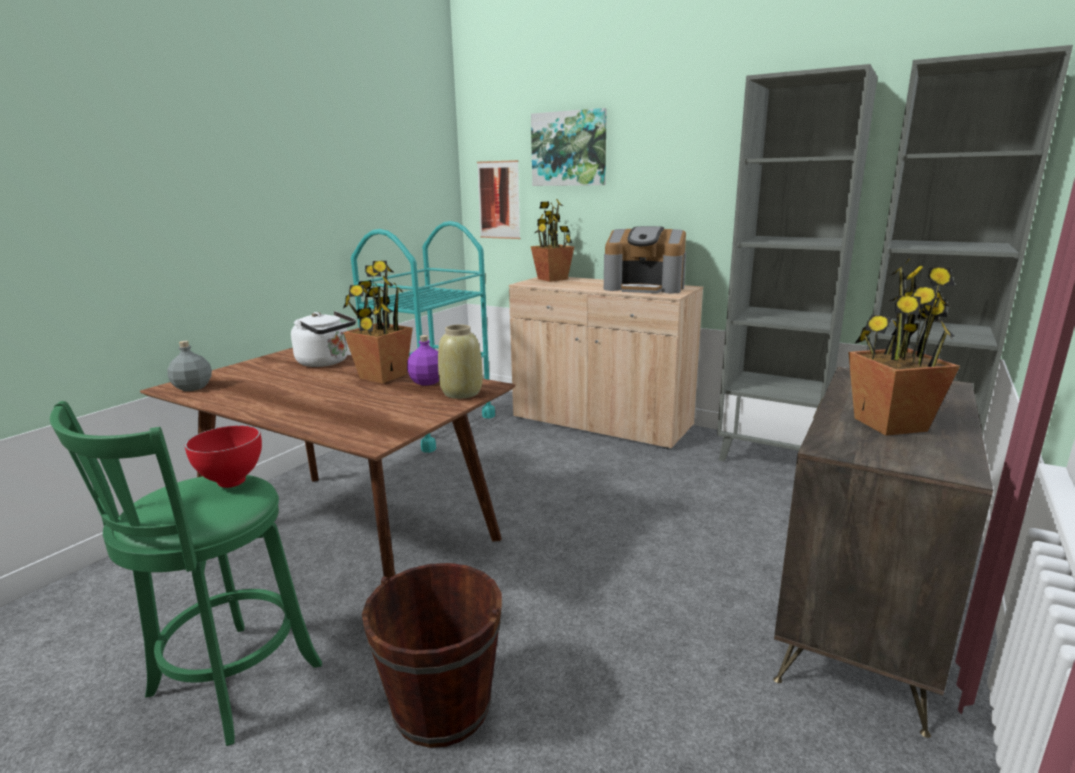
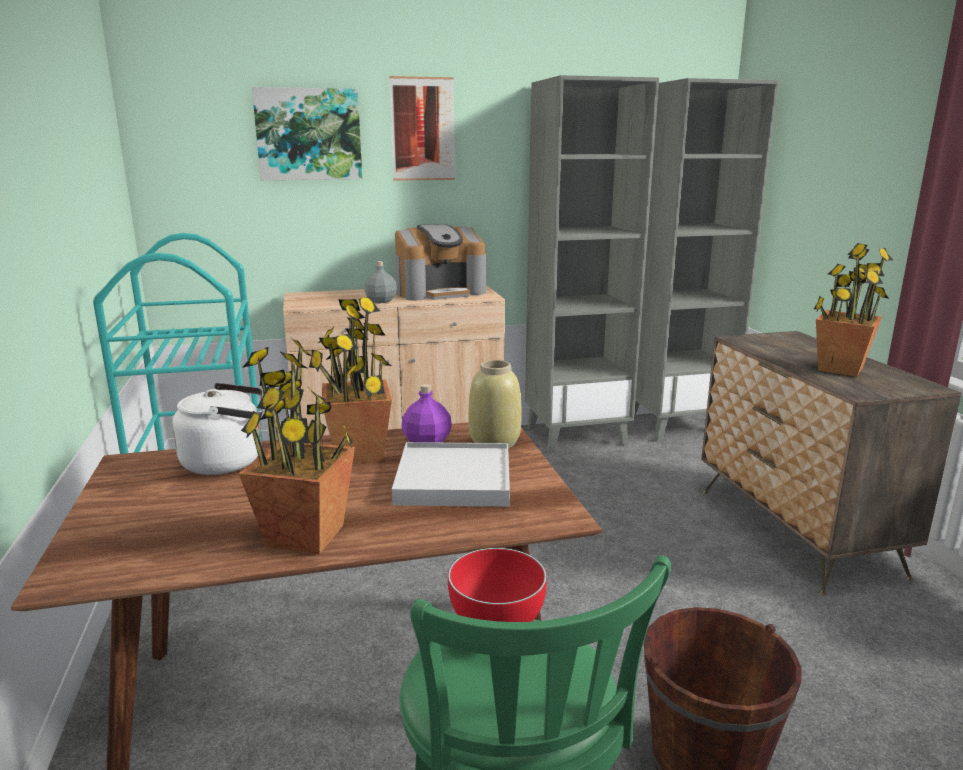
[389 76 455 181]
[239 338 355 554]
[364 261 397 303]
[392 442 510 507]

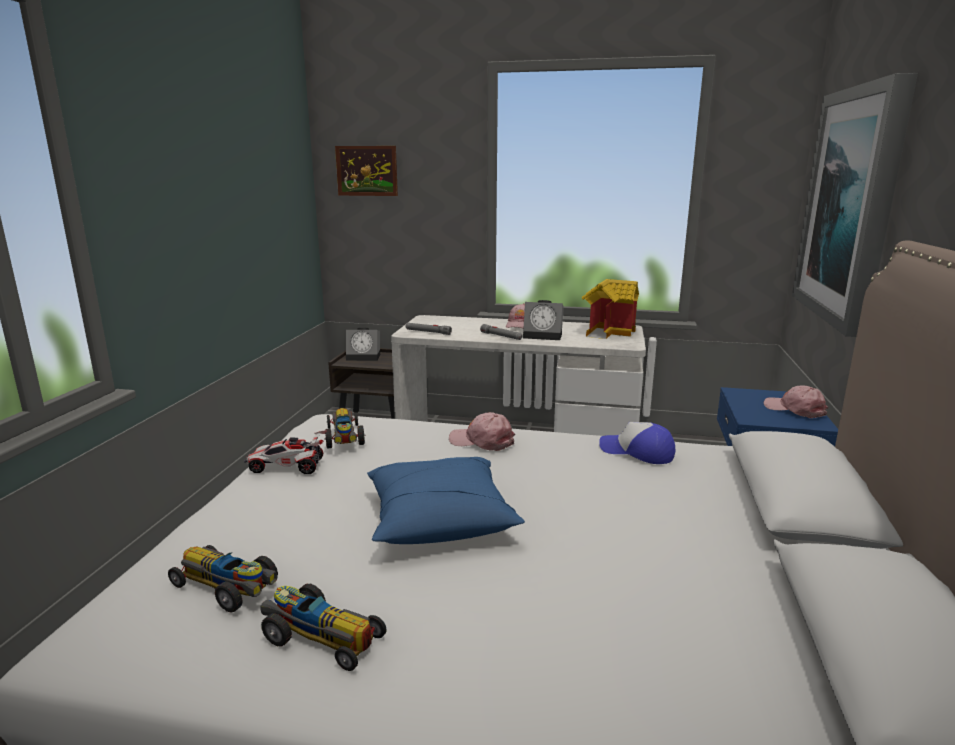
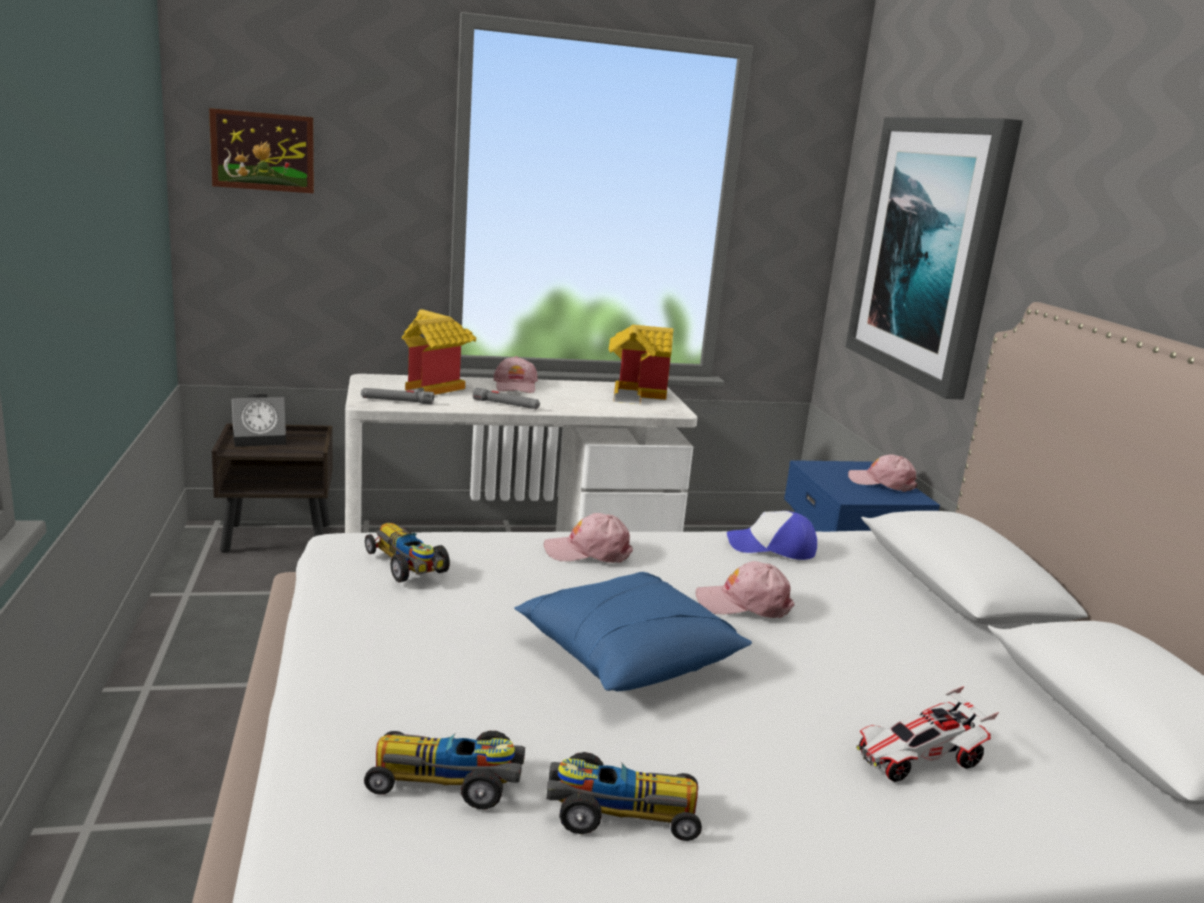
[523 300 563 340] (first image)
[856 686 999 782]
[402 309 476 395]
[695 561 795 618]

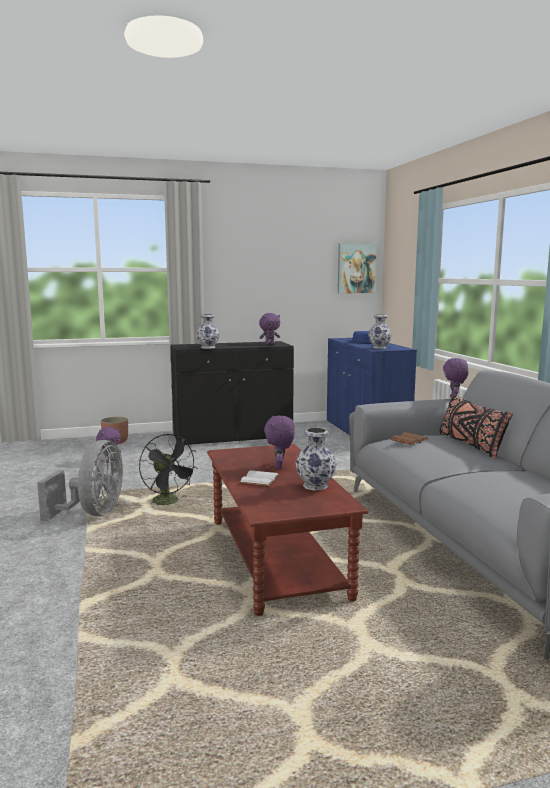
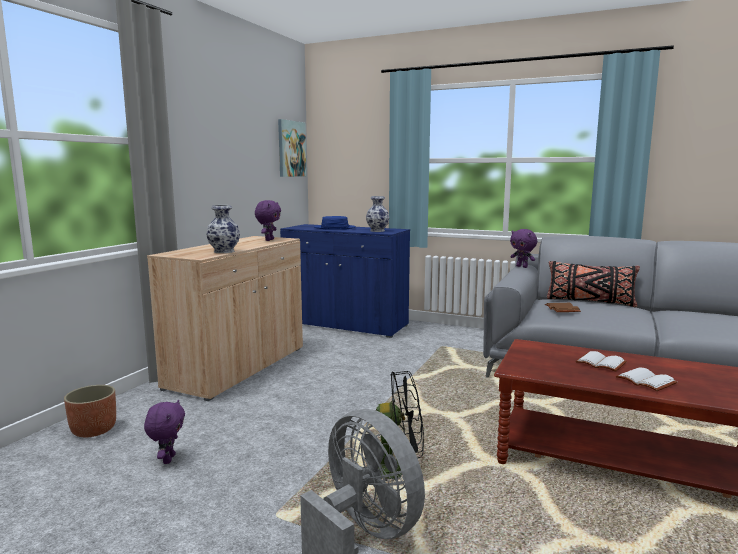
[147 236 303 401]
[575 351 627 372]
[296 428 336 491] (first image)

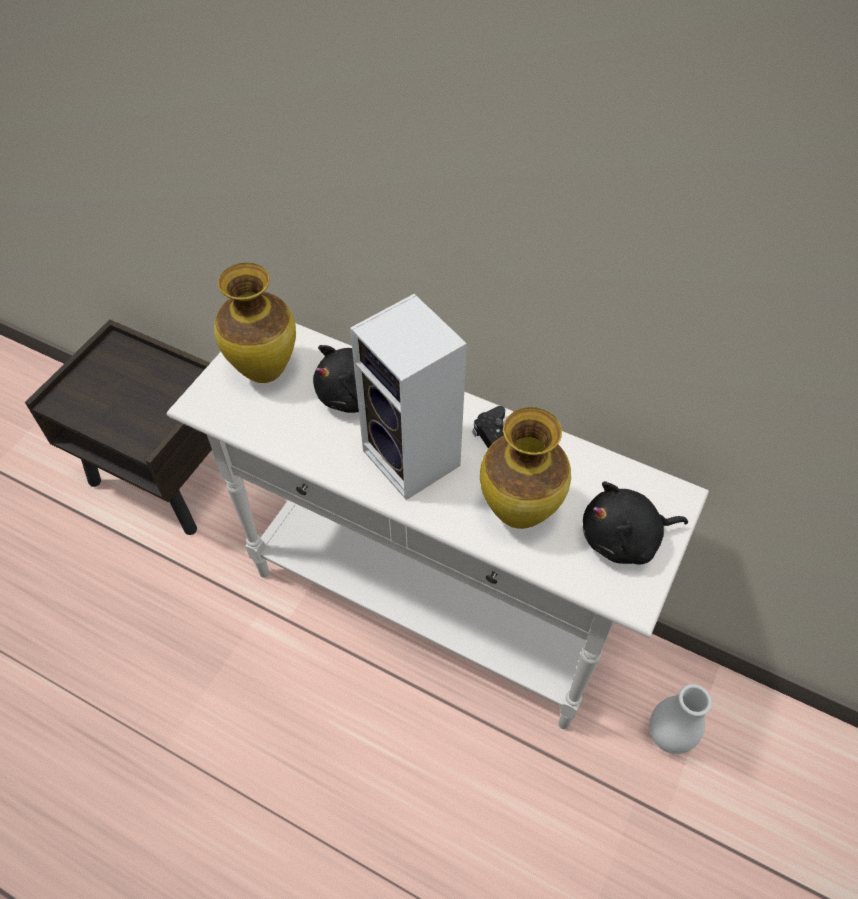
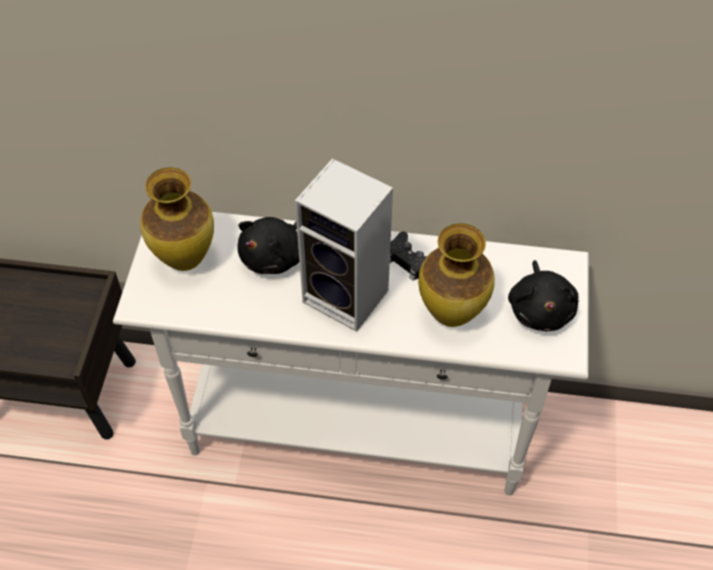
[508 260 579 332]
[649 684 712 754] (first image)

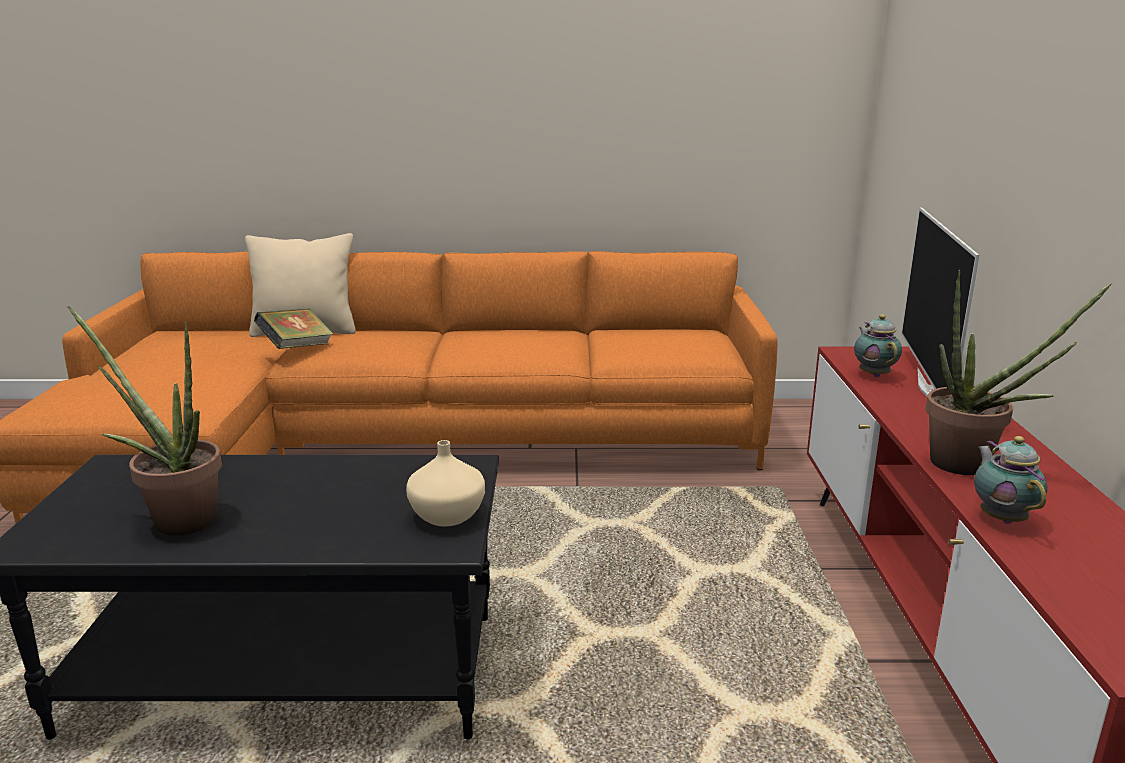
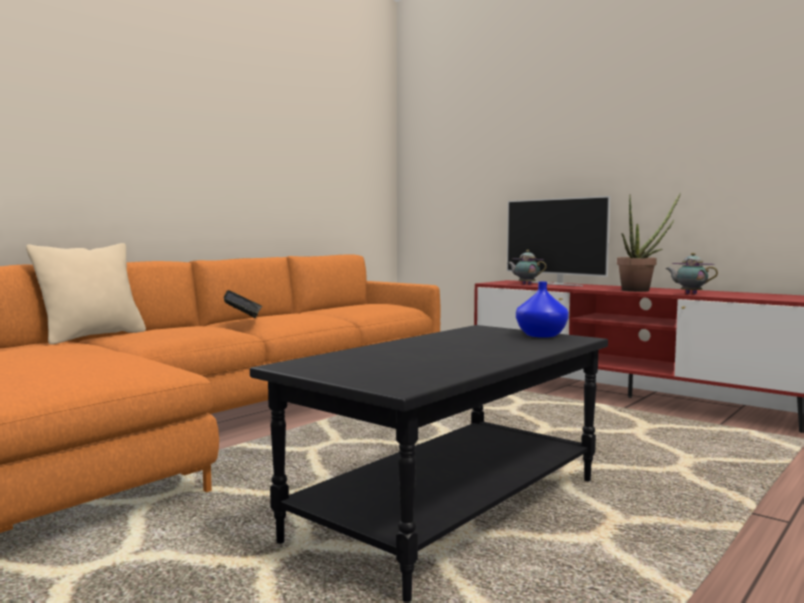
[68 306 222 536] (first image)
[224 290 263 318]
[516 282 569 338]

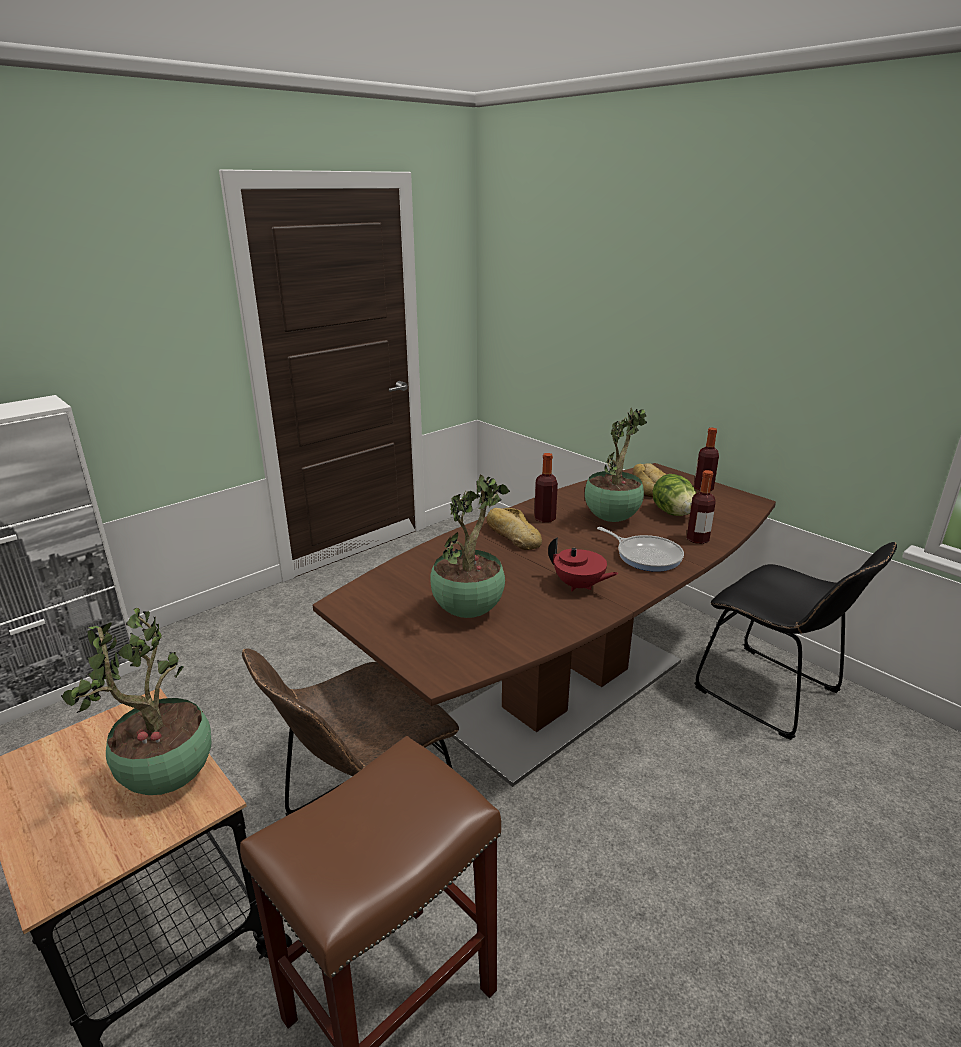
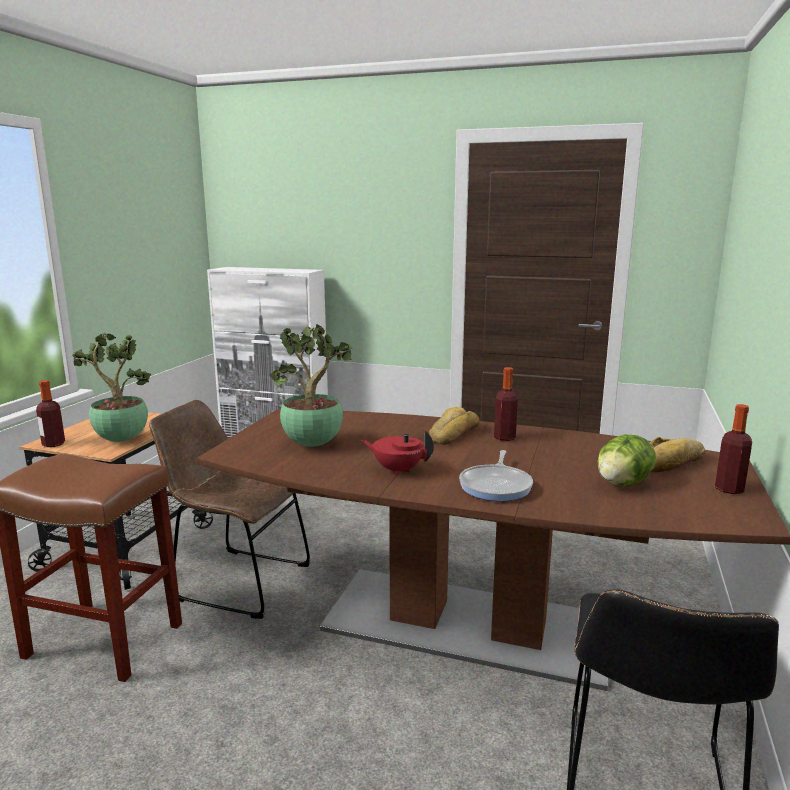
[585 408 647 522] (first image)
[36 380 65 447]
[361 430 434 475]

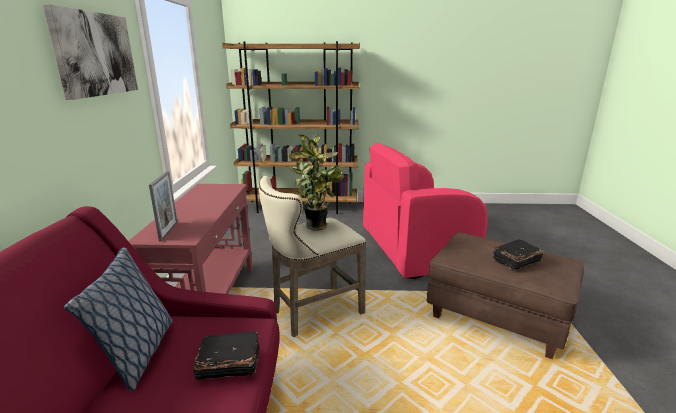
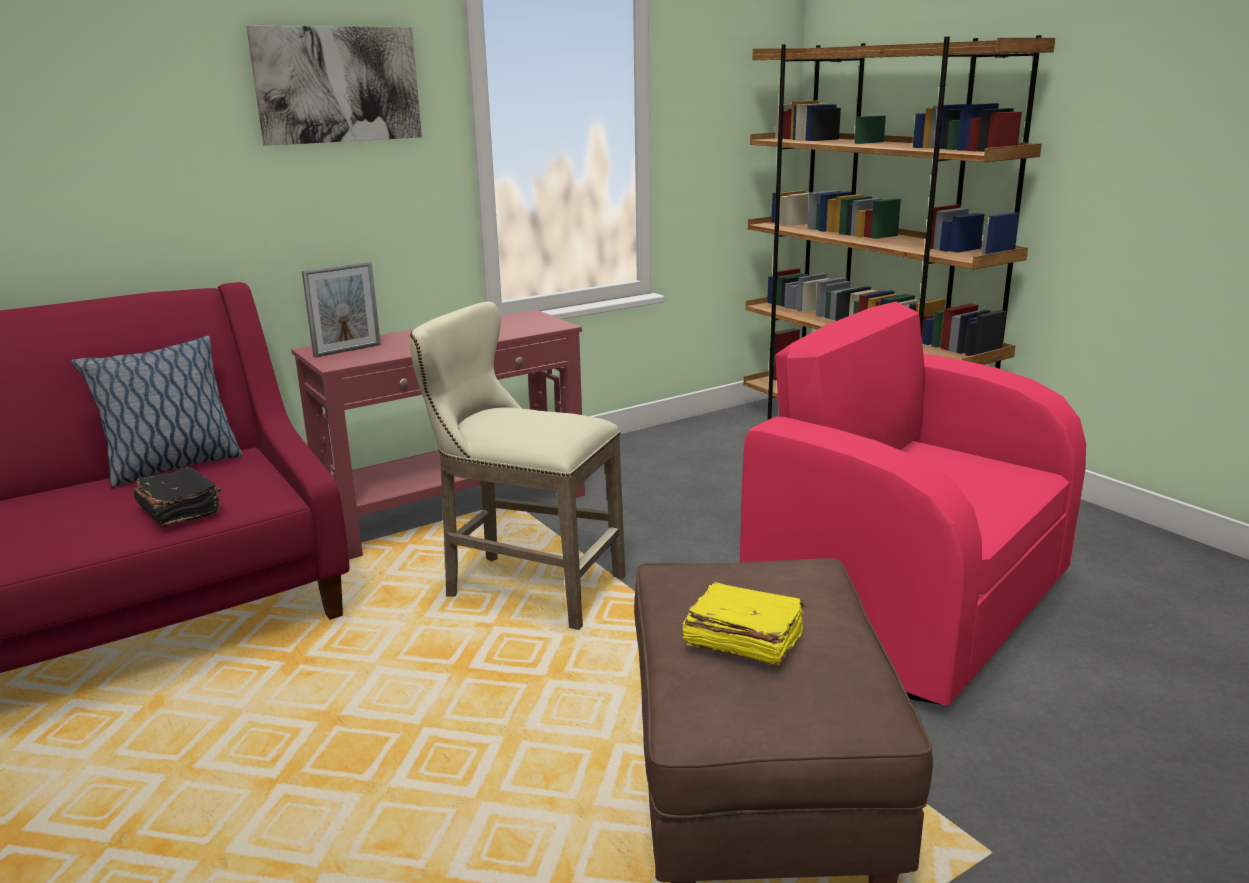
[288 134 344 231] (first image)
[683 582 806 666]

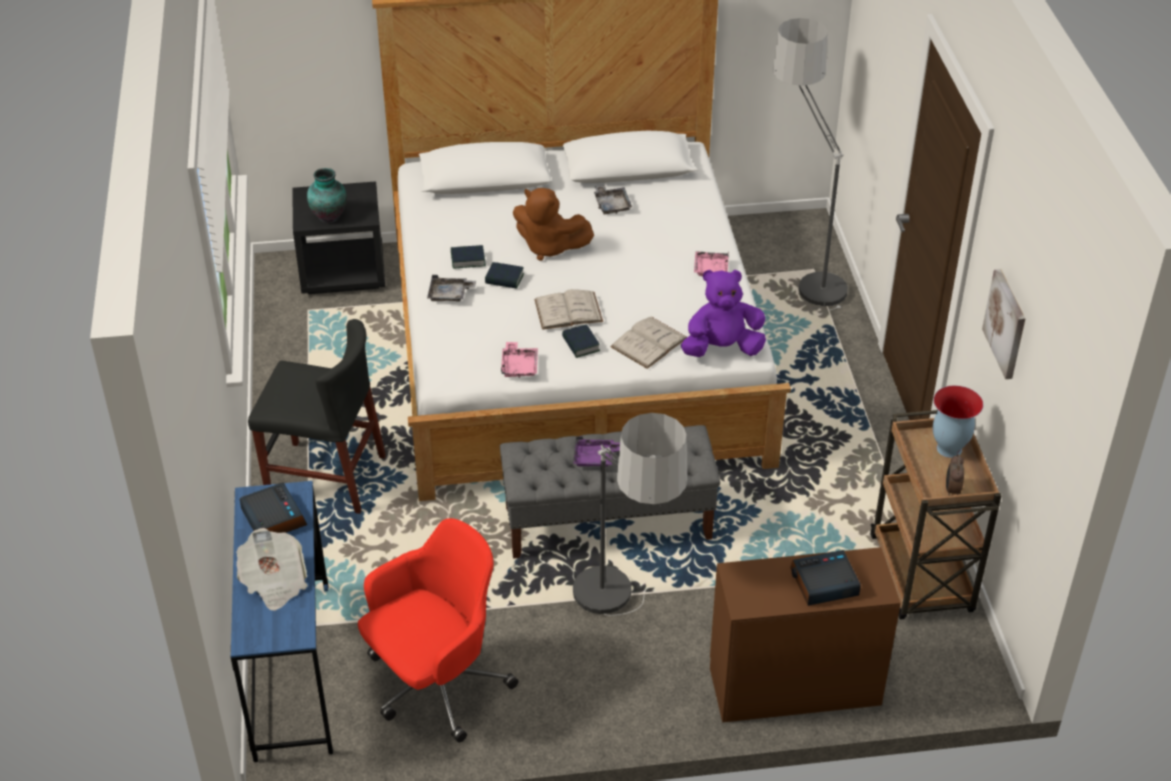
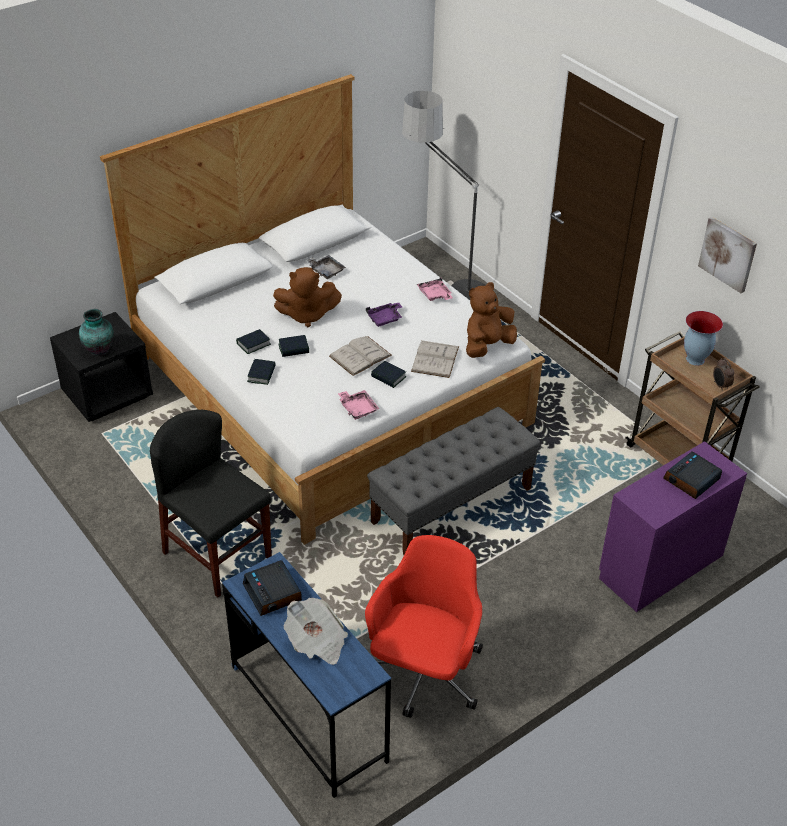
[466 282 517 358]
[247 359 276 385]
[150 410 272 598]
[573 413 687 616] (first image)
[366 303 402 327]
[243 560 302 616]
[599 441 747 612]

